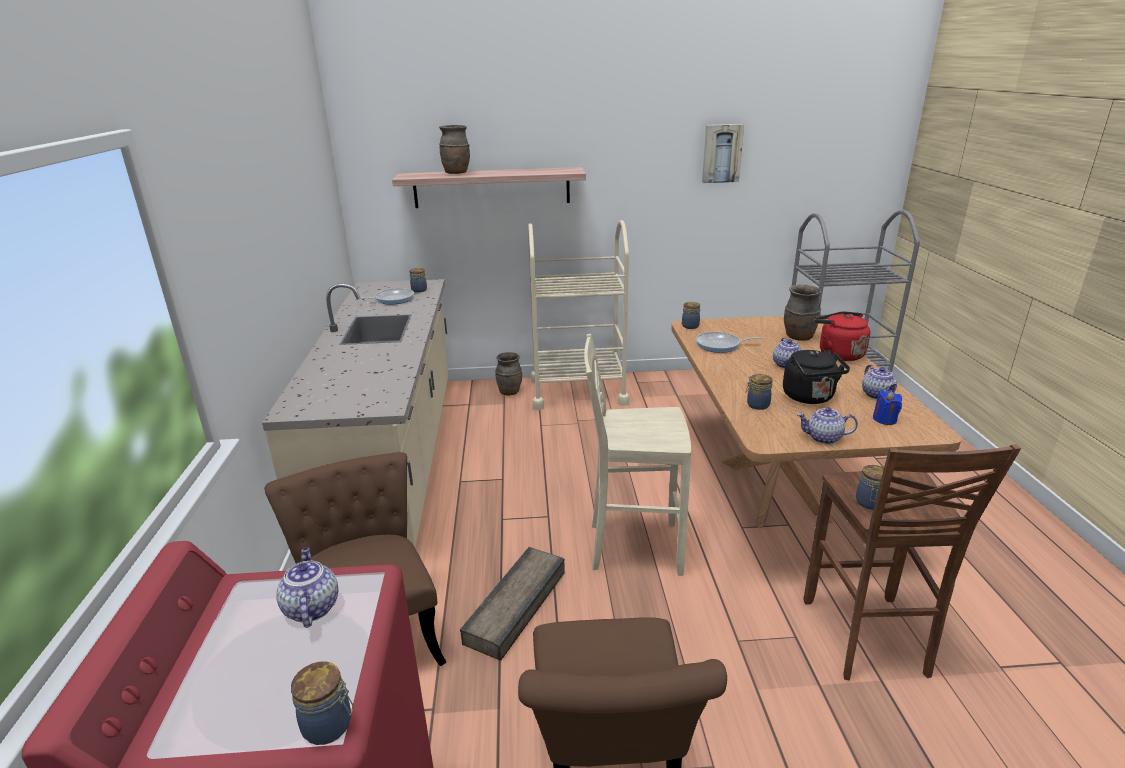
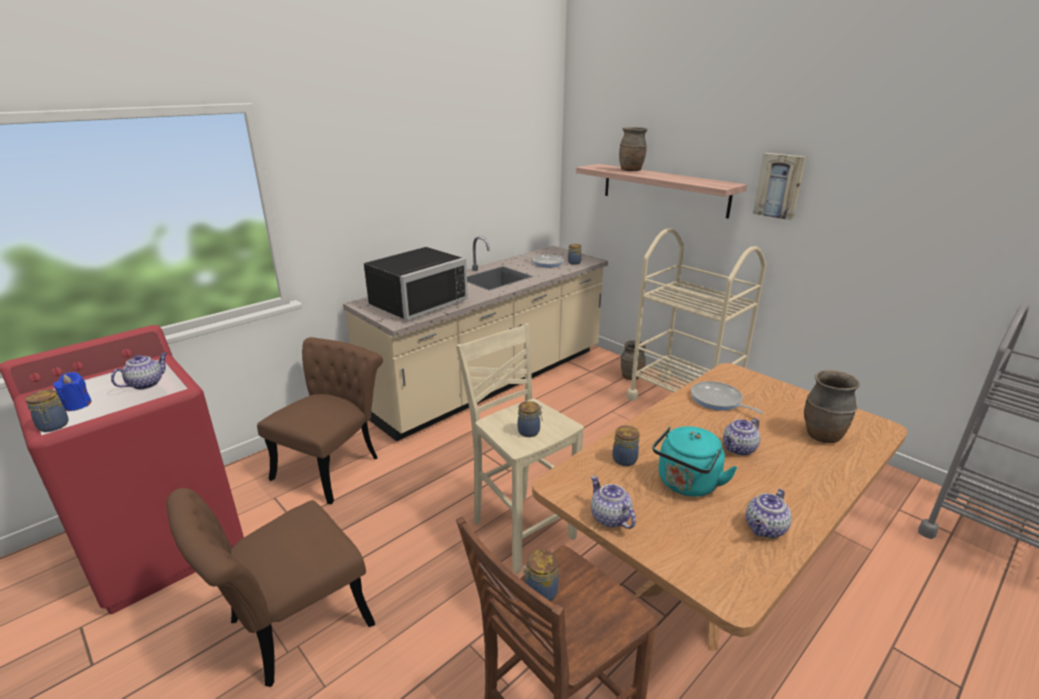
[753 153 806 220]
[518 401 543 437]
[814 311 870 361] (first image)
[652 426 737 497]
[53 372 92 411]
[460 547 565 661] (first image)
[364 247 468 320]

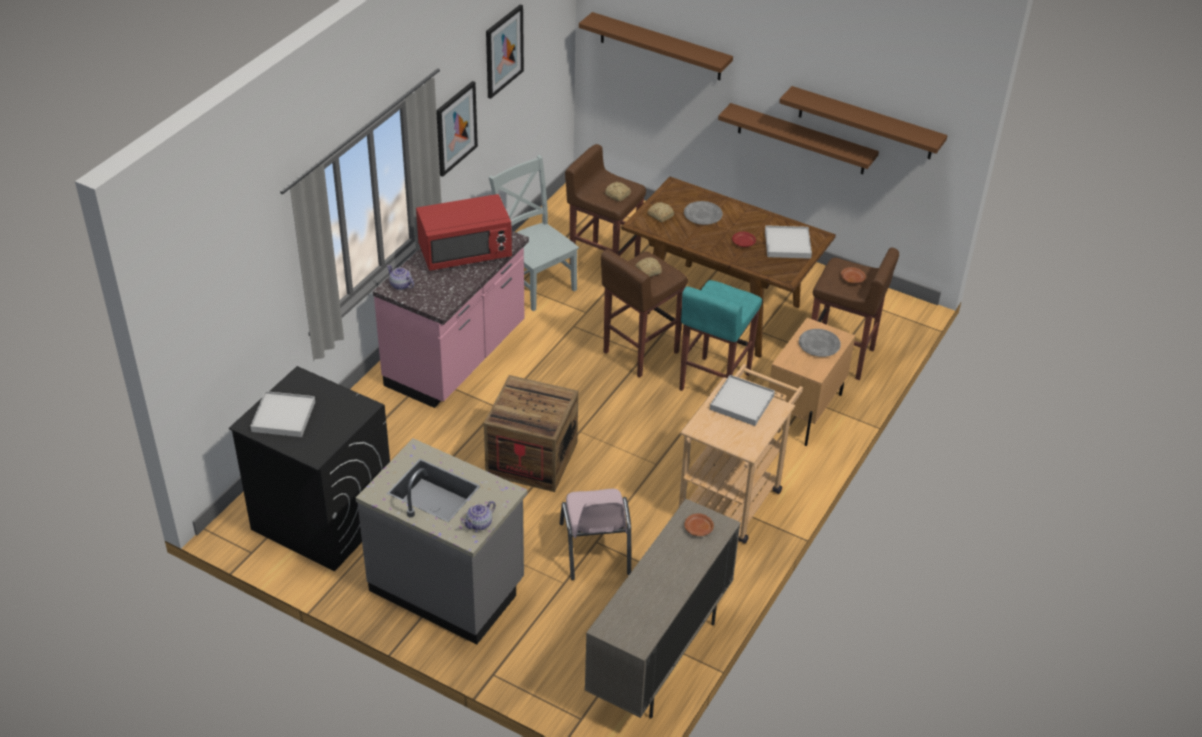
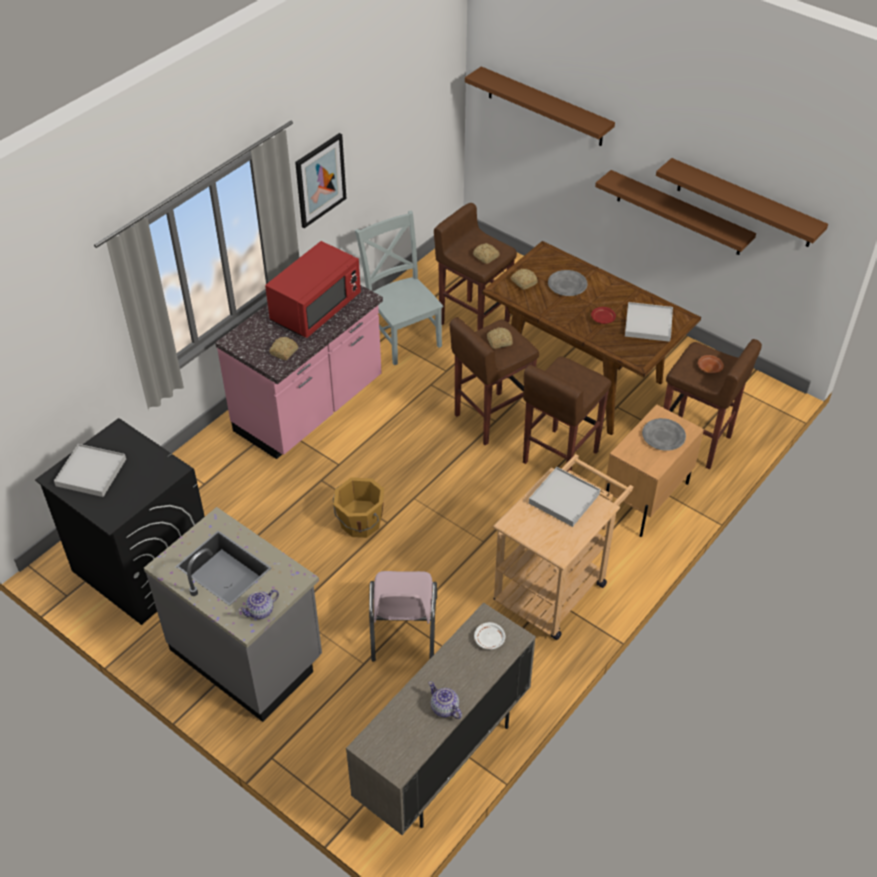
[486 4 524 99] (first image)
[265 241 361 338]
[429 681 462 719]
[523 356 611 472]
[333 477 384 538]
[474 622 505 650]
[269 337 298 360]

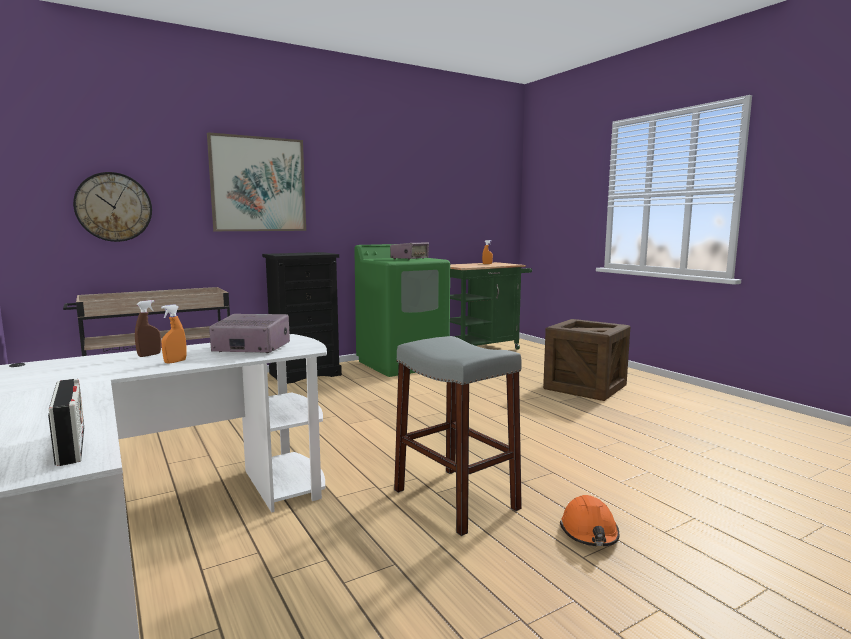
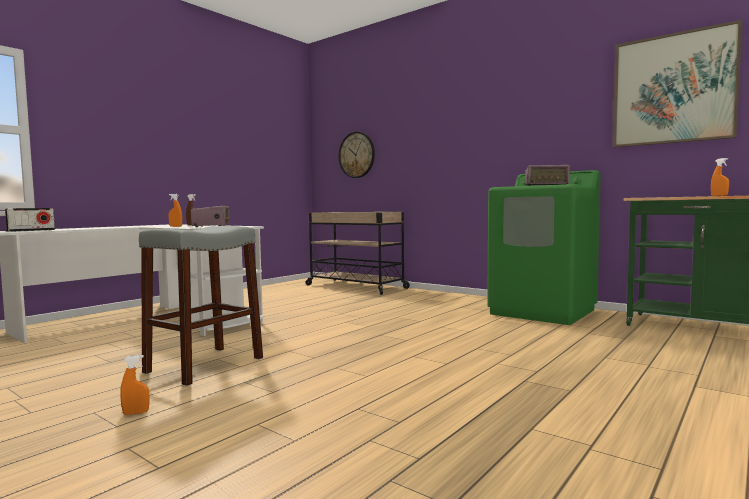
[612 20 742 147]
[262 252 342 384] (first image)
[543 319 630 401] (first image)
[120 355 150 415]

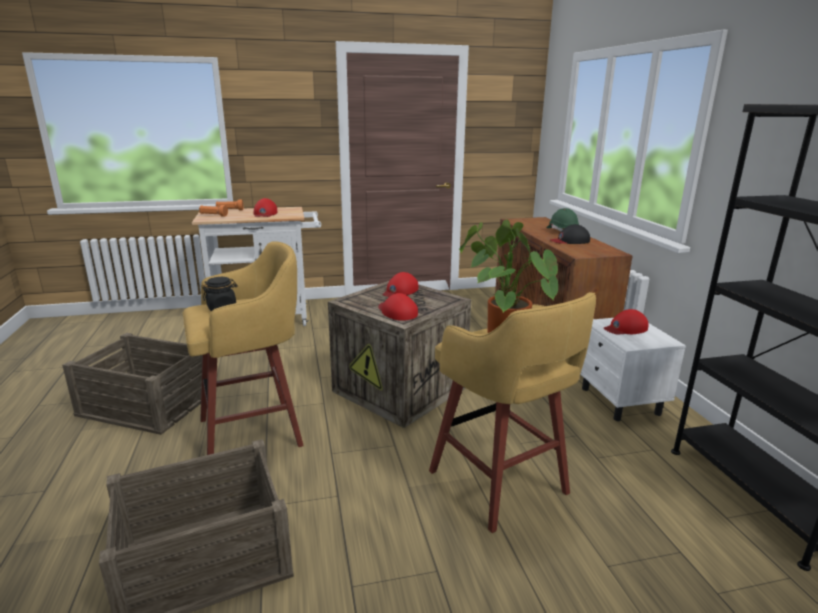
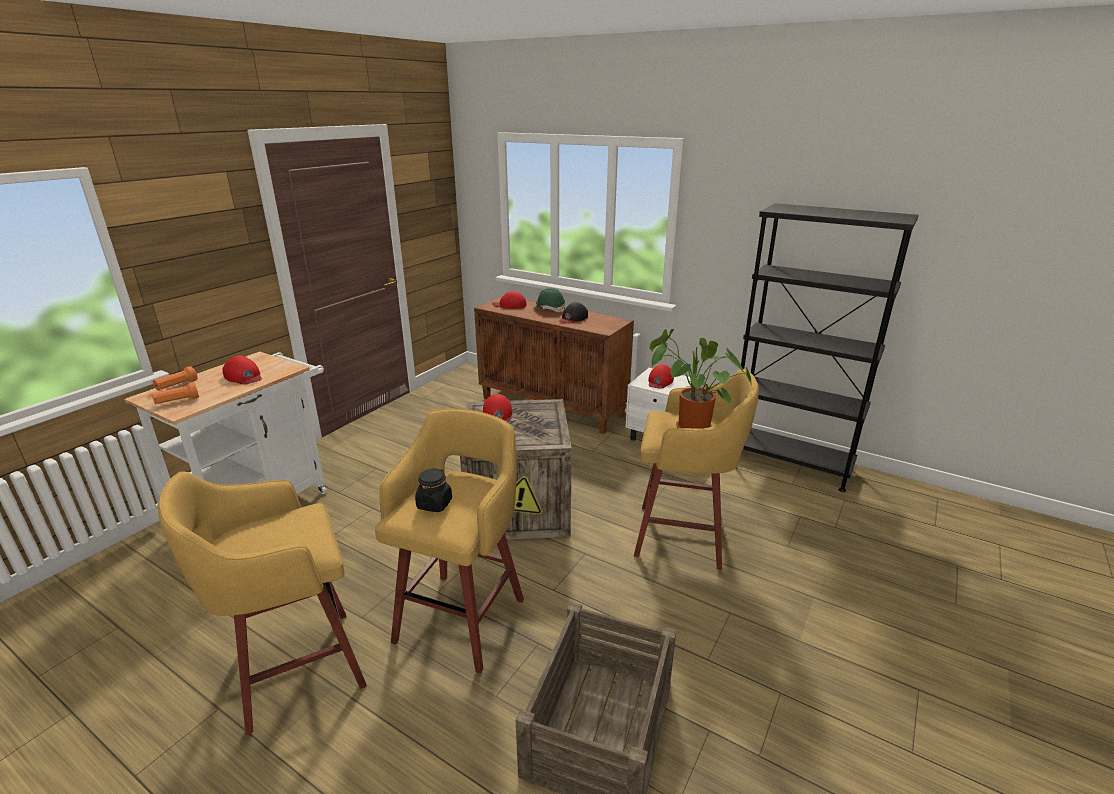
[492 291 527 309]
[157 471 367 735]

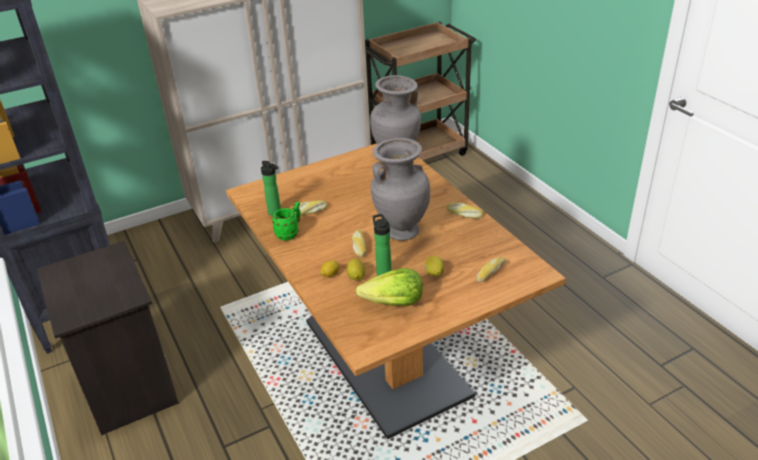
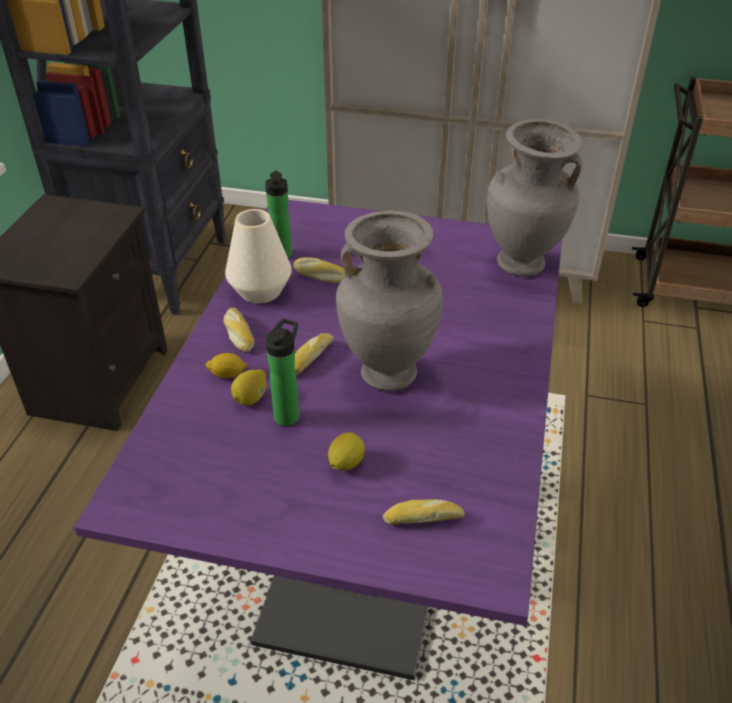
[74 200 562 680]
[225 209 292 303]
[223 308 254 352]
[356 268 423 306] (first image)

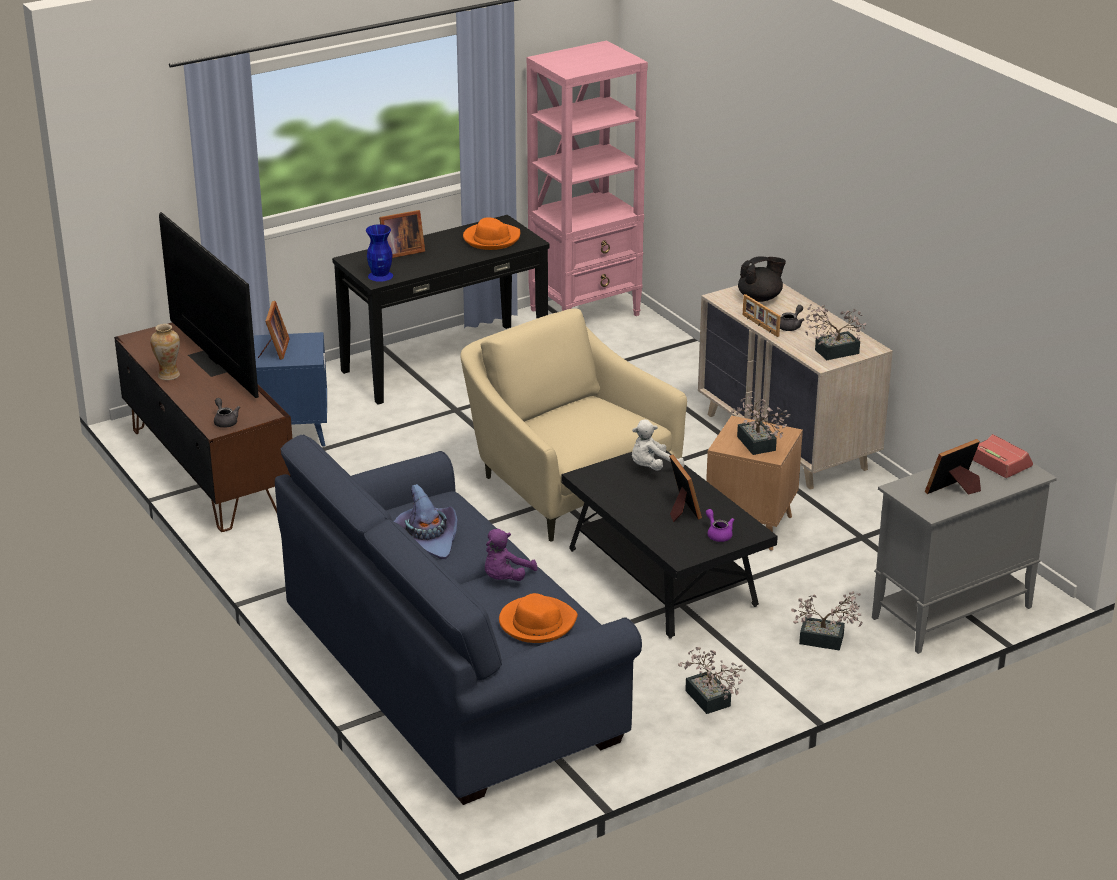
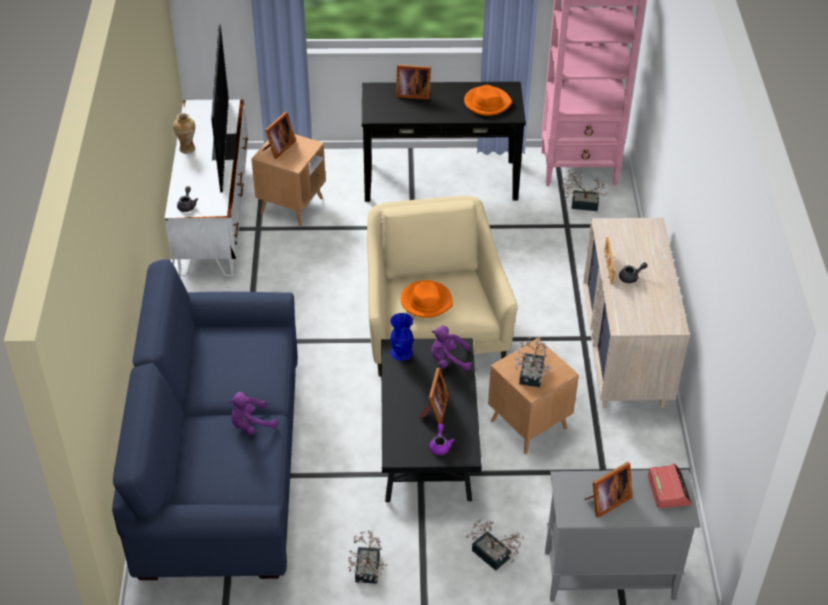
[390 313 414 361]
[738 256 786 302] (first image)
[562 170 607 211]
[165 100 248 276]
[251 134 326 227]
[431 326 471 371]
[584 462 633 518]
[394 484 458 559] (first image)
[401 280 453 318]

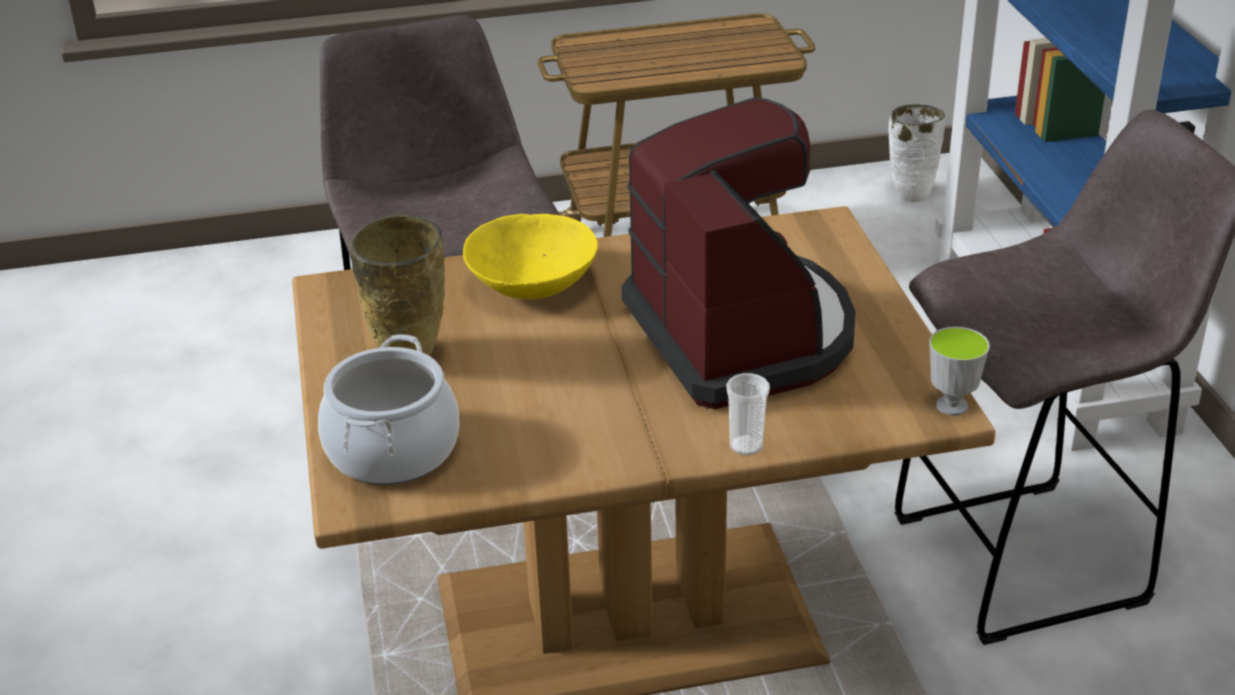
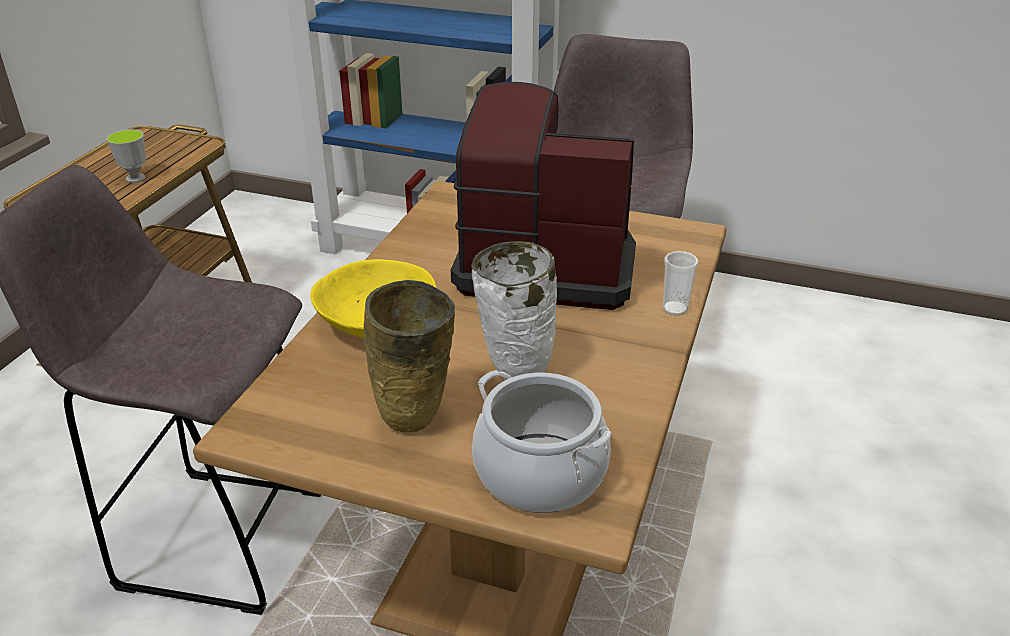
[471 241 557 380]
[106 129 146 183]

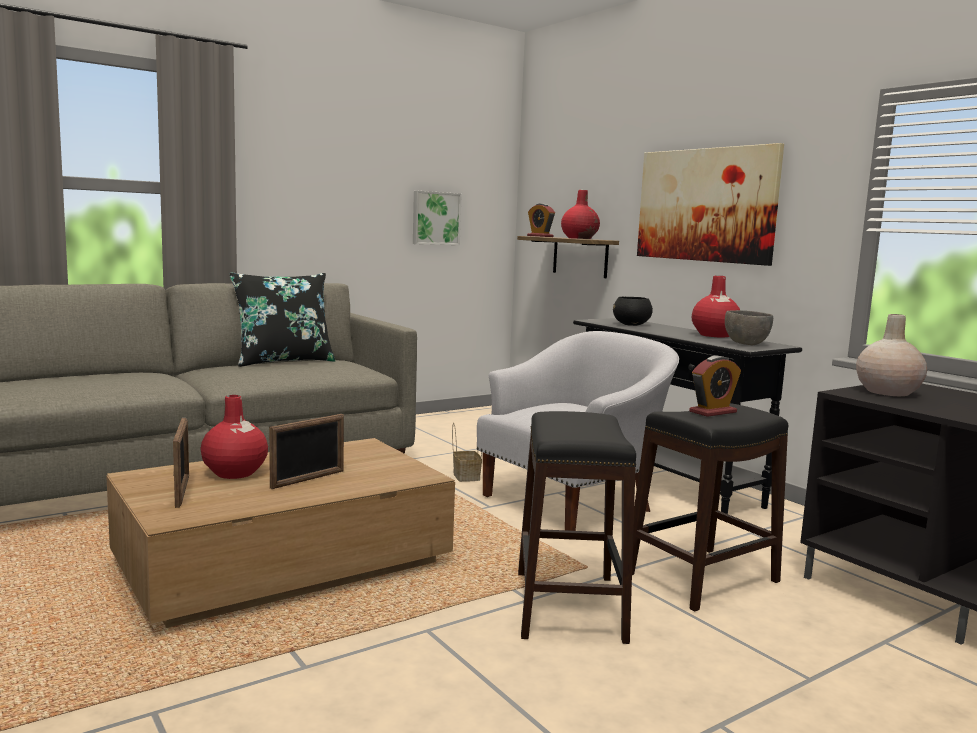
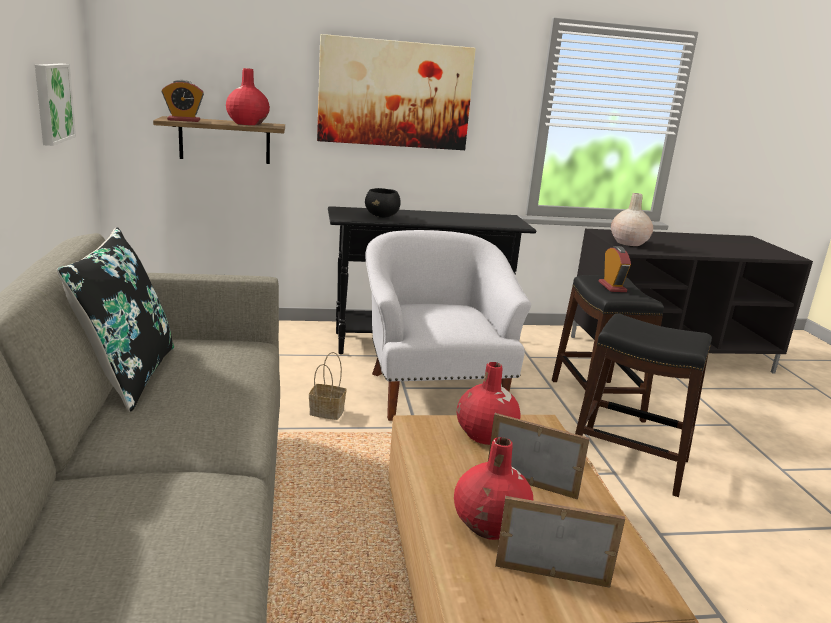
[457 362 521 445]
[725 310 773 345] (first image)
[488 413 590 500]

